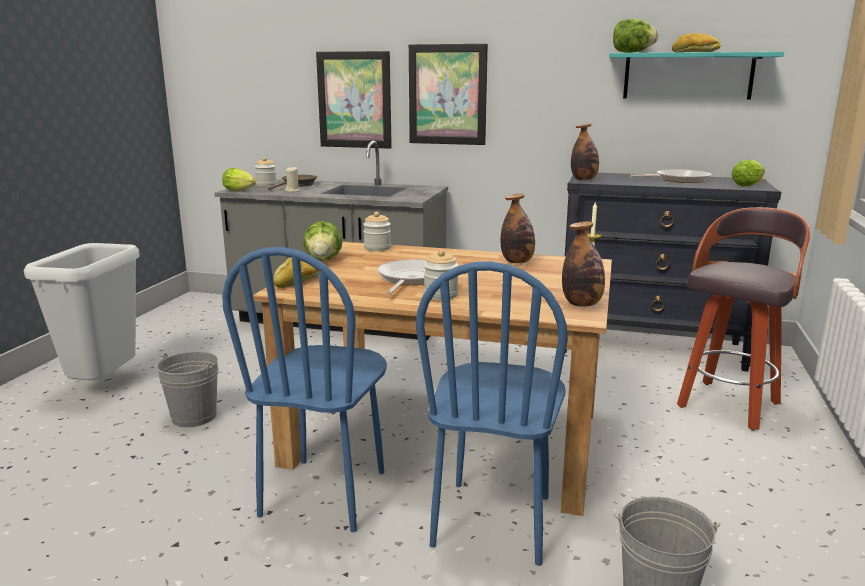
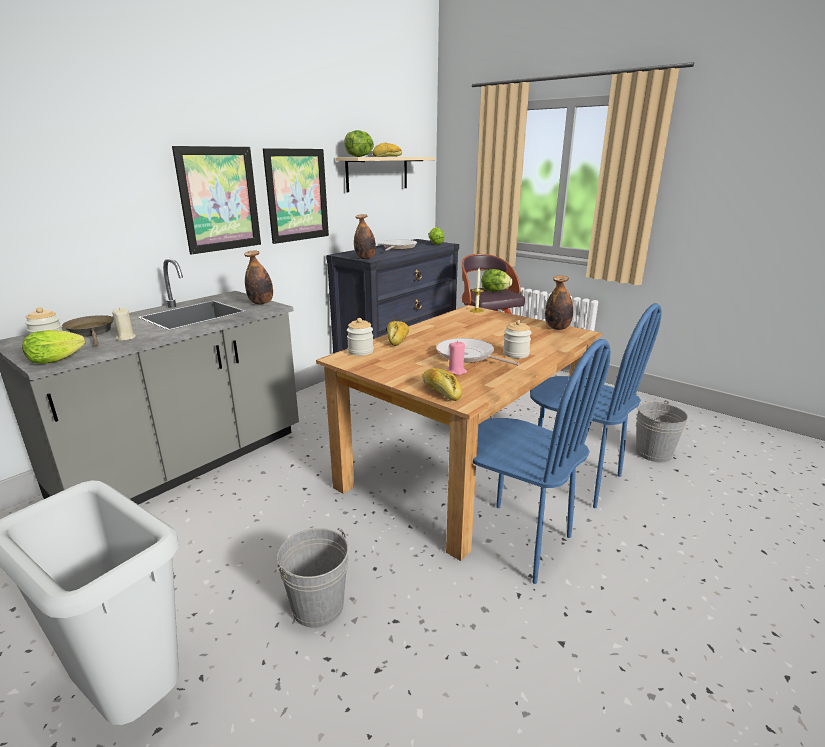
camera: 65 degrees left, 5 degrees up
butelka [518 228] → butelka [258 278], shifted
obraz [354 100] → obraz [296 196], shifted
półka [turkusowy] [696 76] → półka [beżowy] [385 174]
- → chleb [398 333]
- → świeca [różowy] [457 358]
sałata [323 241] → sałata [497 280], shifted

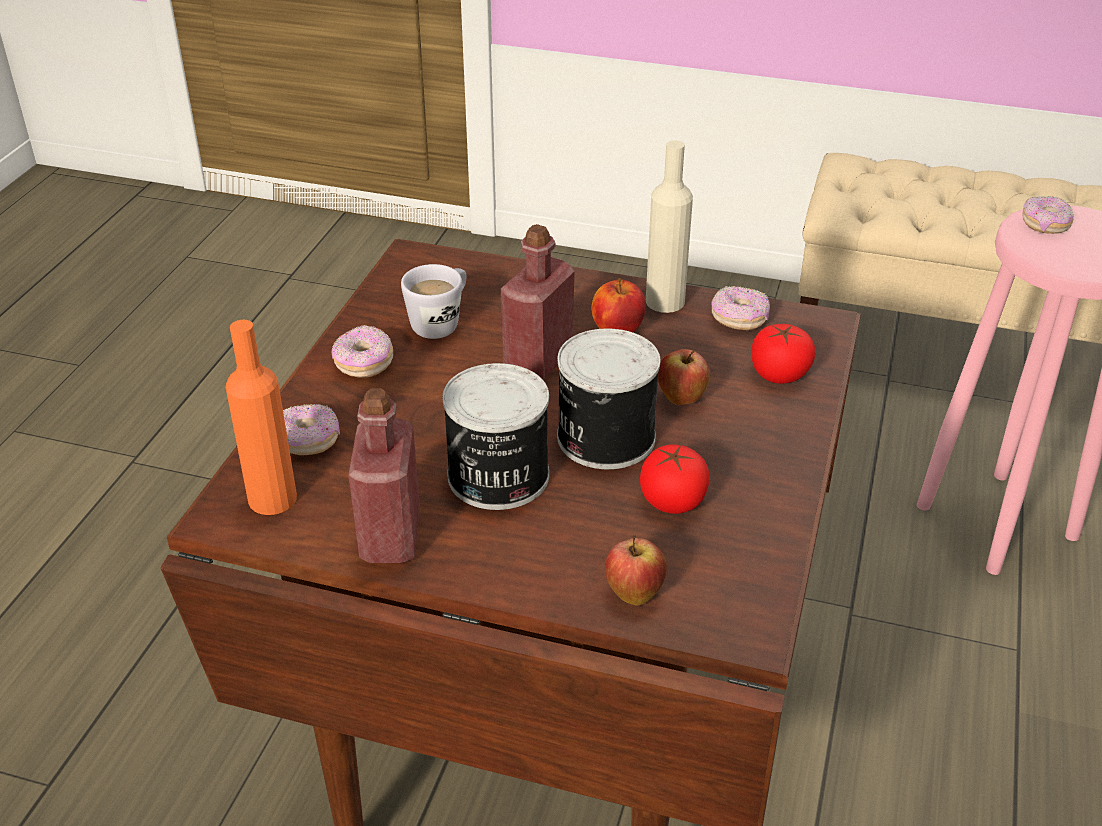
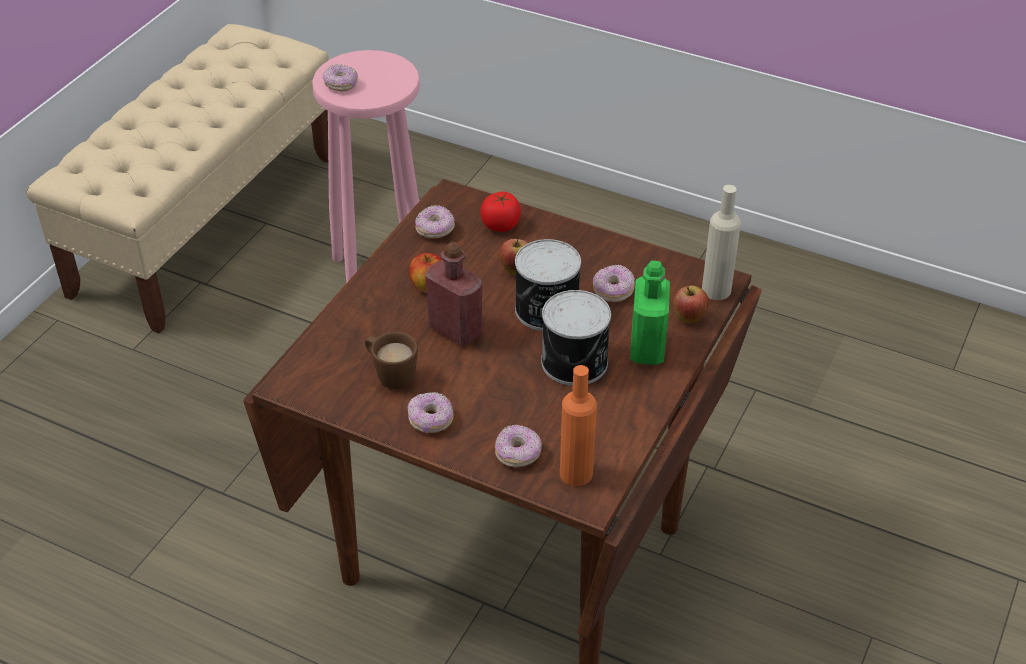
camera: 80 degrees left, 5 degrees up
kubek [biały] [434 301] → kubek [brązowy] [391 360]
pomidor [675 479] → donut [614 283]
- → butelka [zielony] [650 313]
butelka [beżowy] [669 226] → butelka [beżowy] [721 242], shifted
butelka [czerwony] [384 475] → -

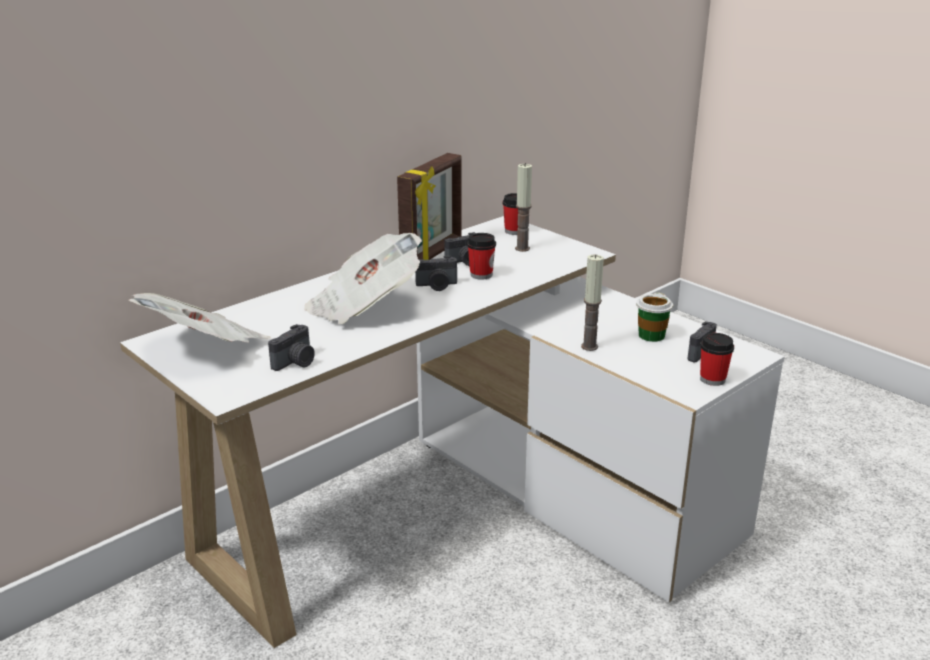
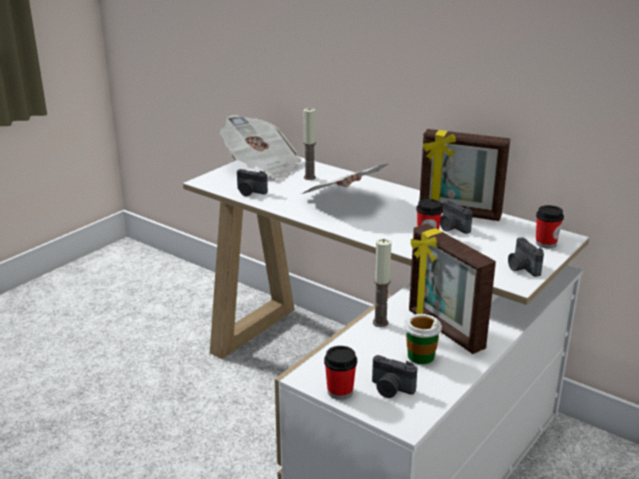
camera: 80 degrees right, 0 degrees up
świeca [523 207] → świeca [309 144], shifted
- → ramka na zdjęcie [452 289]
aparat fotograficzny [436 273] → aparat fotograficzny [526 257], shifted

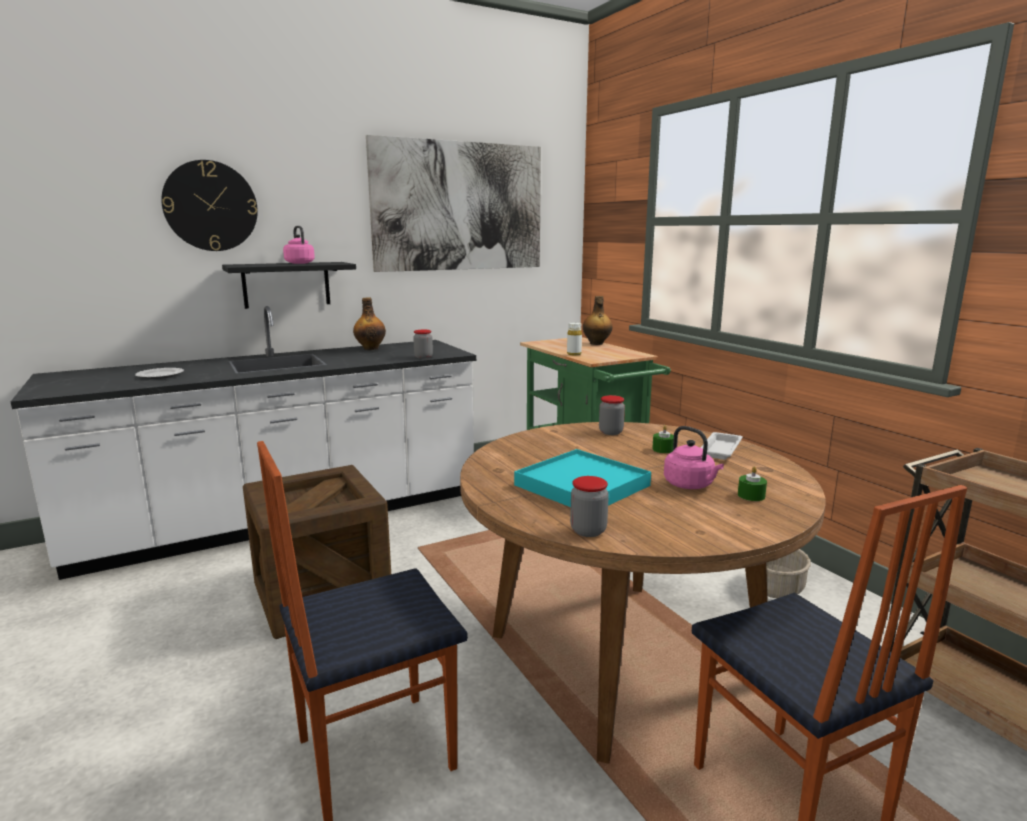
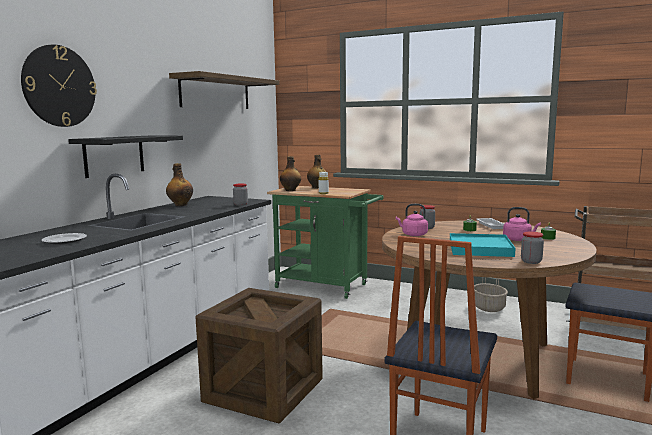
camera: 35 degrees left, 5 degrees down
obraz [453 203] → półka [224 90]
- → butelka [290 173]
czajnik [różowy] [299 245] → czajnik [różowy] [412 220], shifted

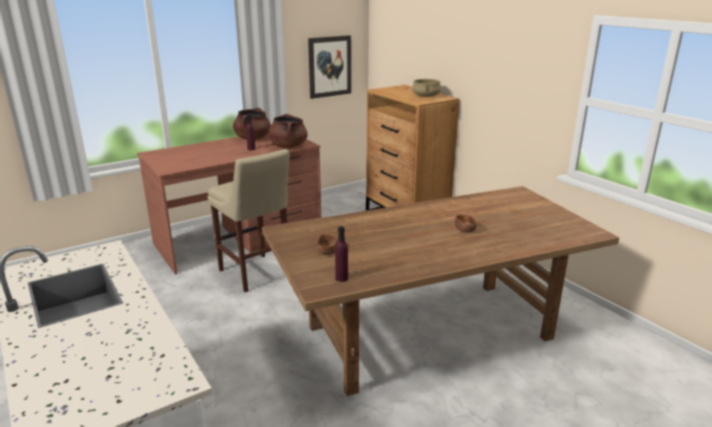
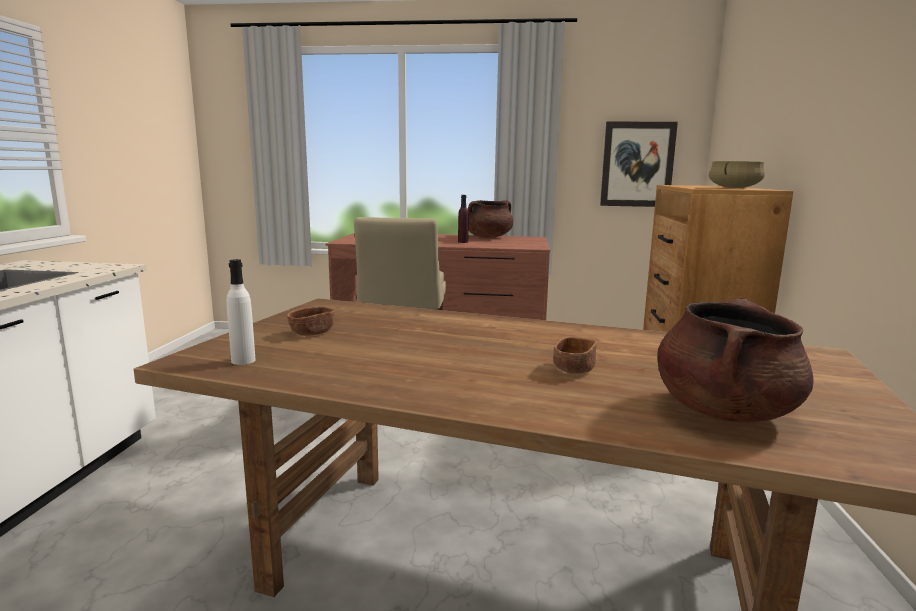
camera: 40 degrees right, 10 degrees down
butelka [fioletowy] [341 254] → butelka [biały] [241 312]
garnek [brązowy] [288 131] → garnek [brązowy] [735 360], shifted

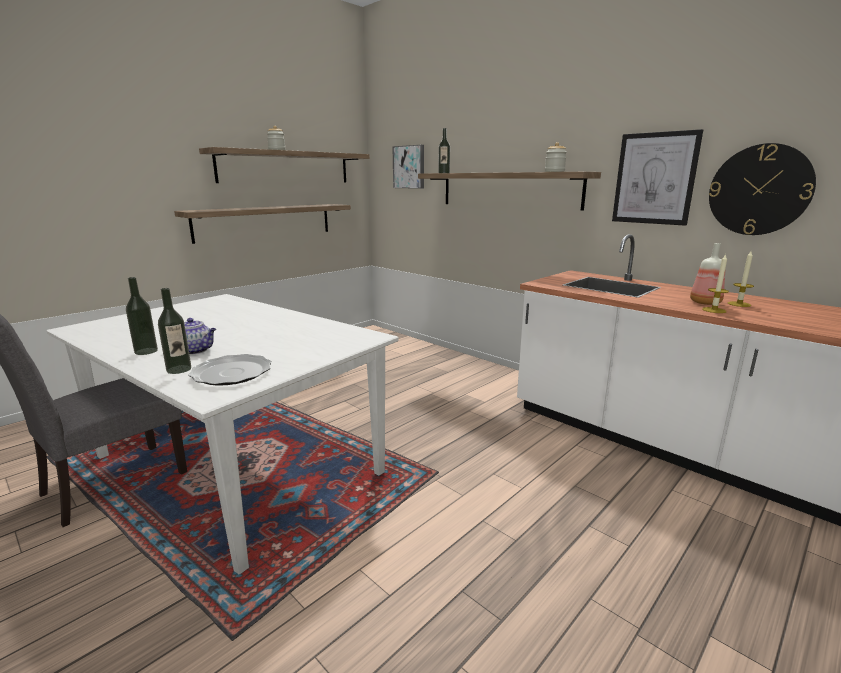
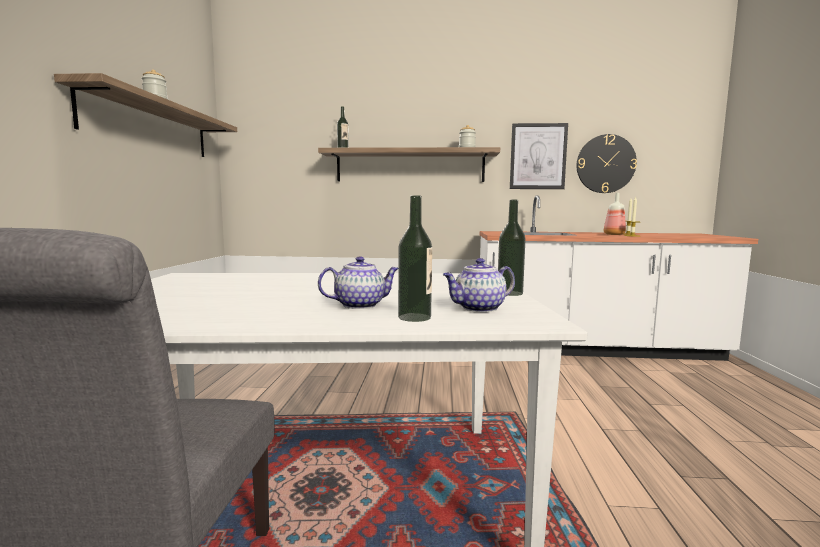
camera: 40 degrees left, 10 degrees down
talerz [230 370] → imbryk [479 285]
butelka [142 316] → butelka [512 248], shifted
półka [262 224] → -
obraz [408 167] → -

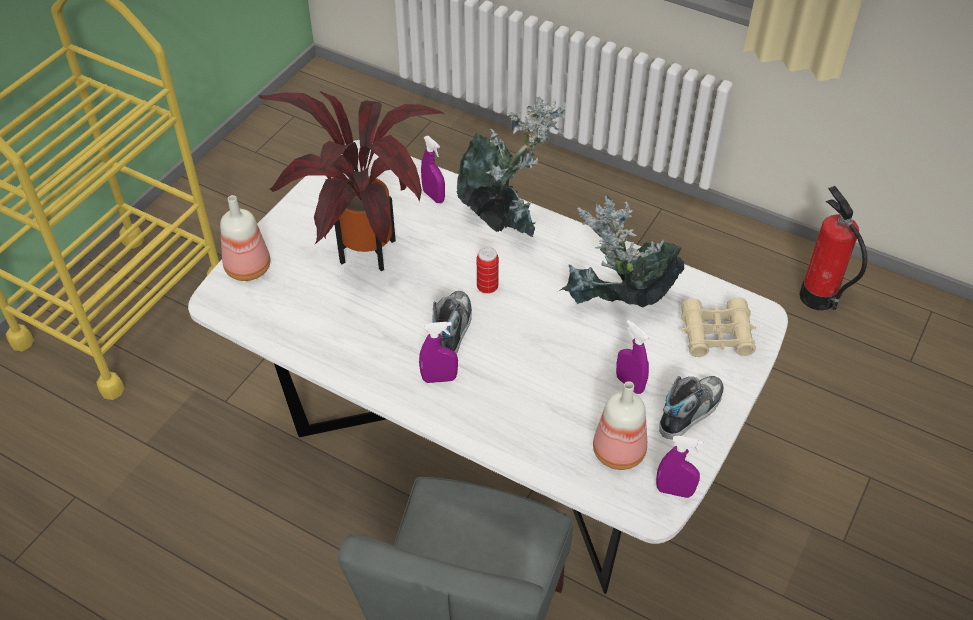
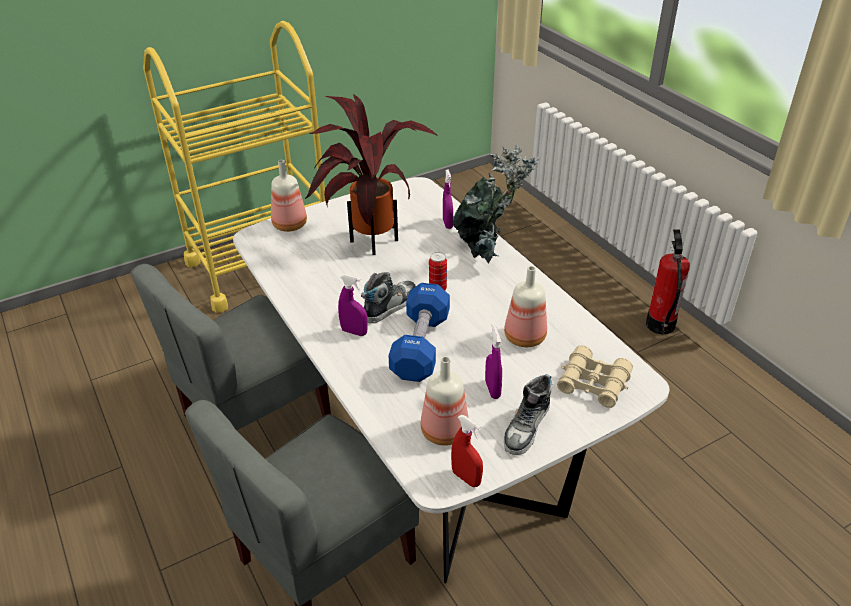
camera: 30 degrees right, 10 degrees down
- → krzesło [szary] [231 347]
- → hantel [niebieski] [419 332]
spryskiwacz [fioletowy] [679 467] → spryskiwacz [czerwony] [467 451]
roślina doniczkowa [621 251] → butelka [525 306]
but [691 407] → but [528 414], 135 degrees clockwise
gaśnica [833 248] → gaśnica [668 281], shifted

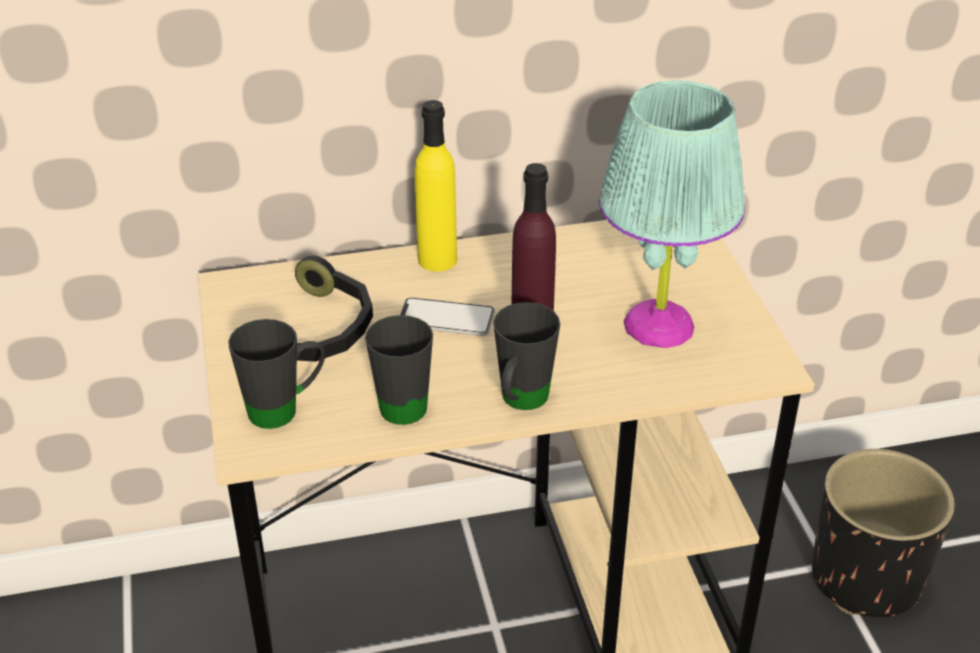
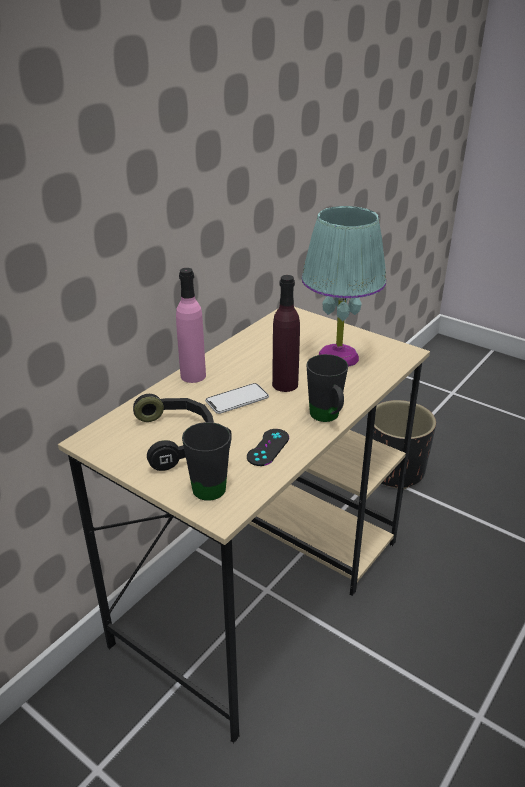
camera: 40 degrees left, 5 degrees down
butelka [żółty] [436 186] → butelka [różowy] [191 325]
kubek [czarny] [399 370] → pad do gier [czarny] [268 447]

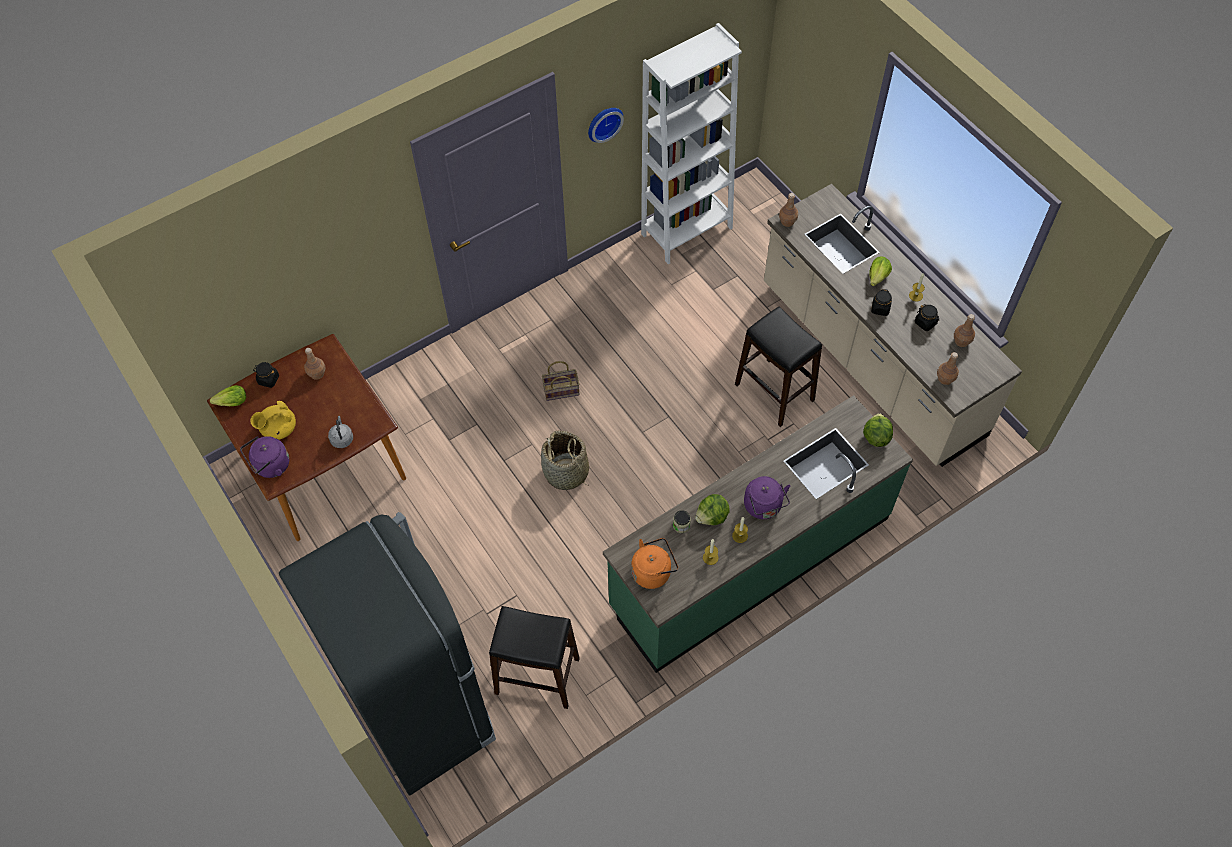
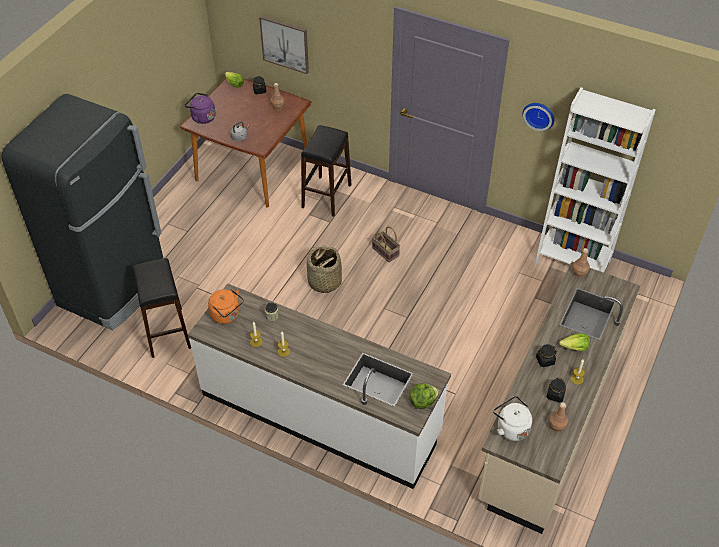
camera: 60 degrees right, 10 degrees down
zabudowa kuchenna [zielony] [758 534] → zabudowa kuchenna [biały] [319 386]
- → obraz [284 45]
stołek [czarny] [778 367] → stołek [czarny] [326 171], shifted
butelka [brązowy] [948 368] → czajnik [biały] [512 418]
imbryk [żółty] [273 420] → -
sałata [712 509] → -
czajnik [fioletowy] [767 497] → -

